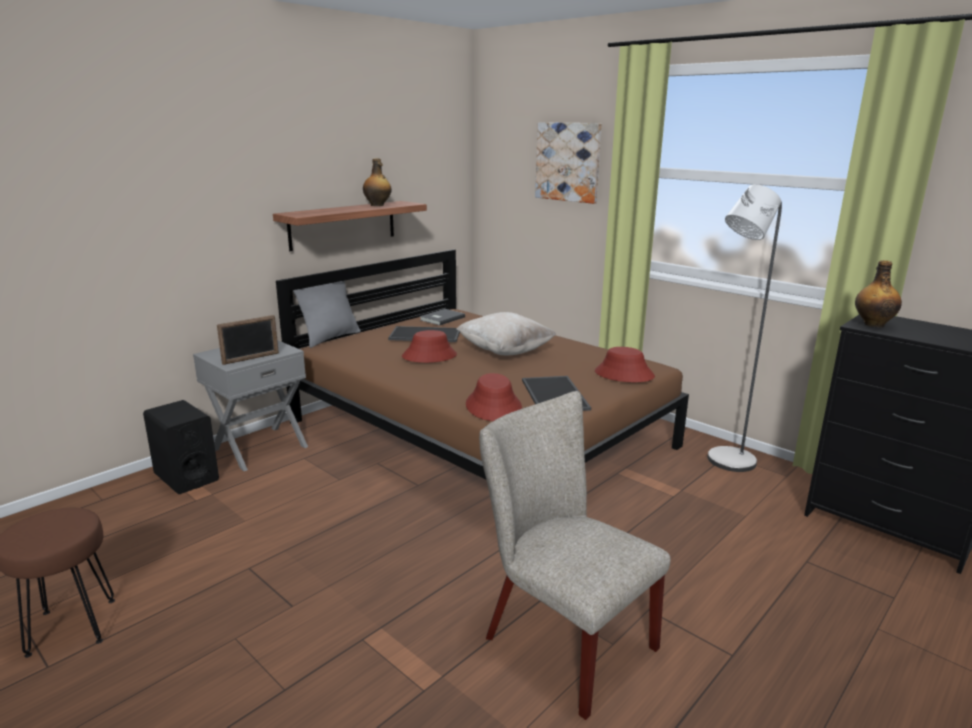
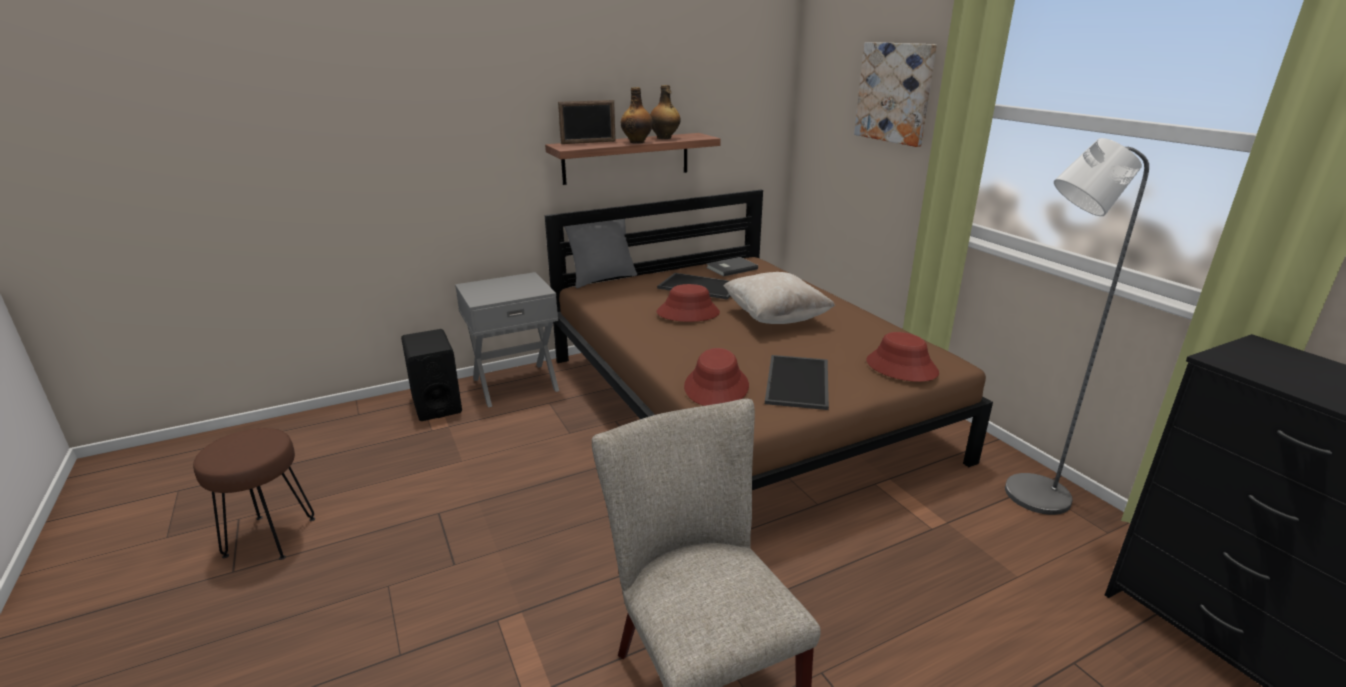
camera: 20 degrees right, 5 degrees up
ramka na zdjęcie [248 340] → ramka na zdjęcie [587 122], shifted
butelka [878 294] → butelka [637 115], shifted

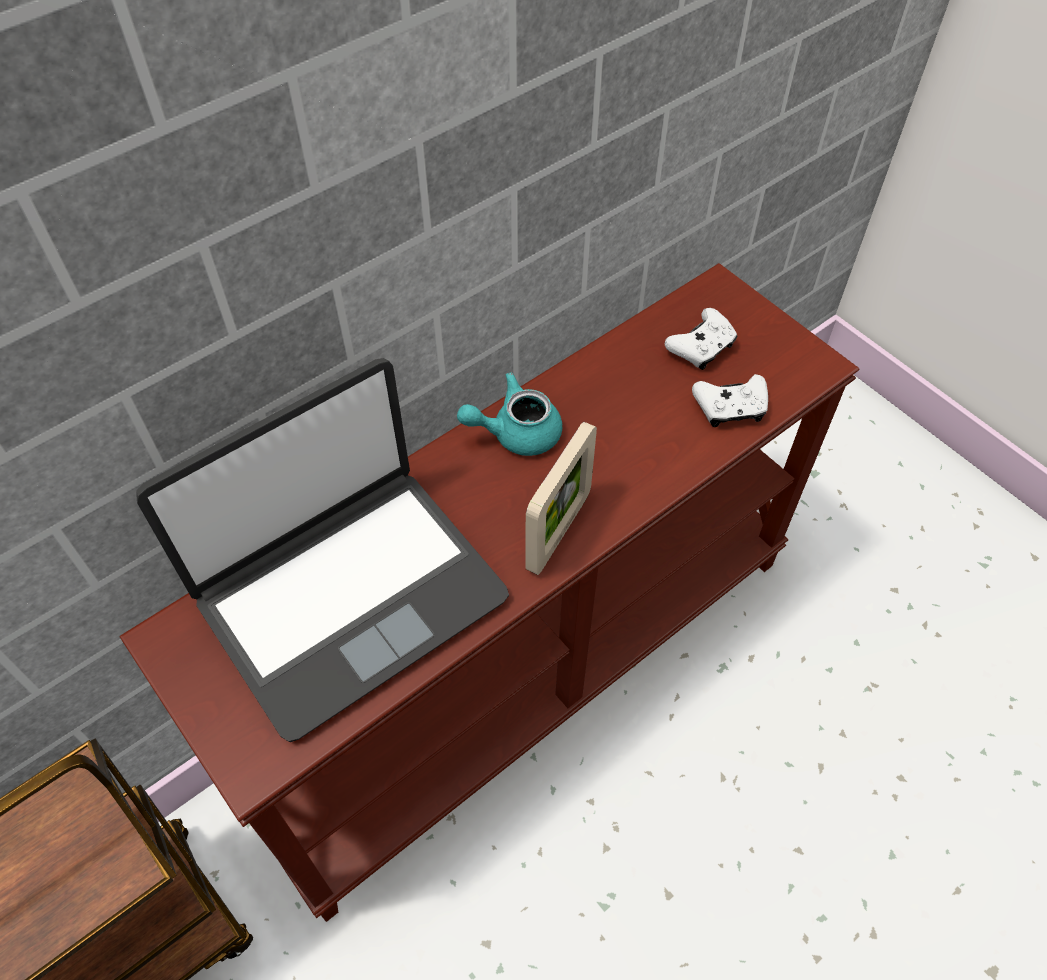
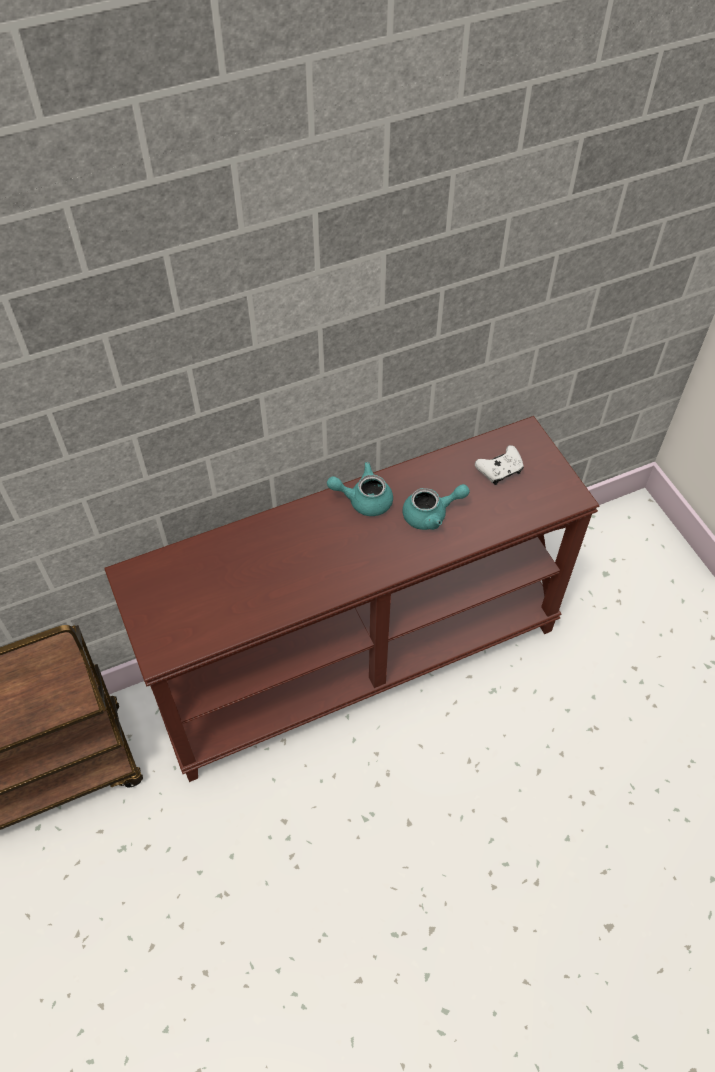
camera: 15 degrees right, 0 degrees up
- → imbryk [turkusowy] [436 507]
laptop [322 550] → -
ramka na zdjęcie [561 498] → -
pad do gier [biały] [730 400] → -

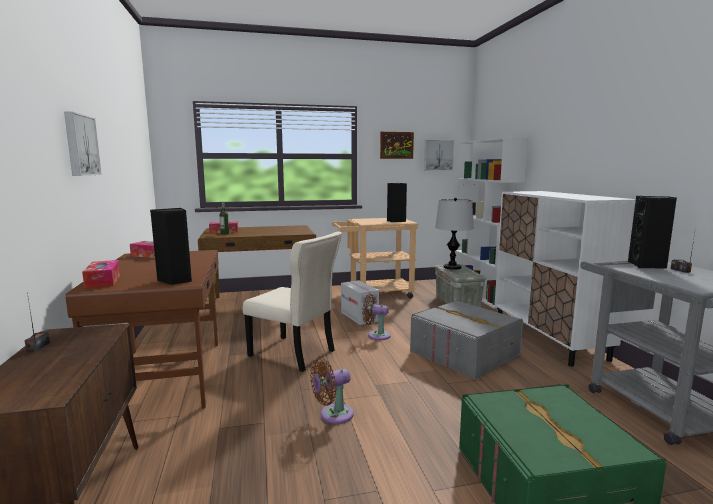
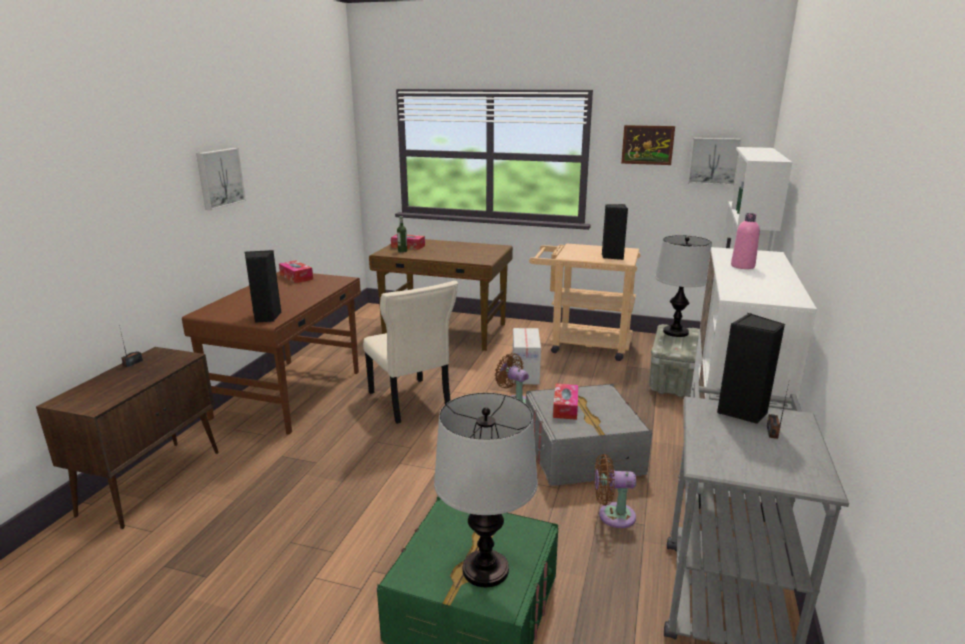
camera: 30 degrees right, 10 degrees up
- → lampa stołowa [486 490]
pudełko chusteczek [101 274] → pudełko chusteczek [565 401], shifted
wentylator [brązowy] [332 391] → wentylator [brązowy] [615 491], shifted
- → butelka [różowy] [745 241]

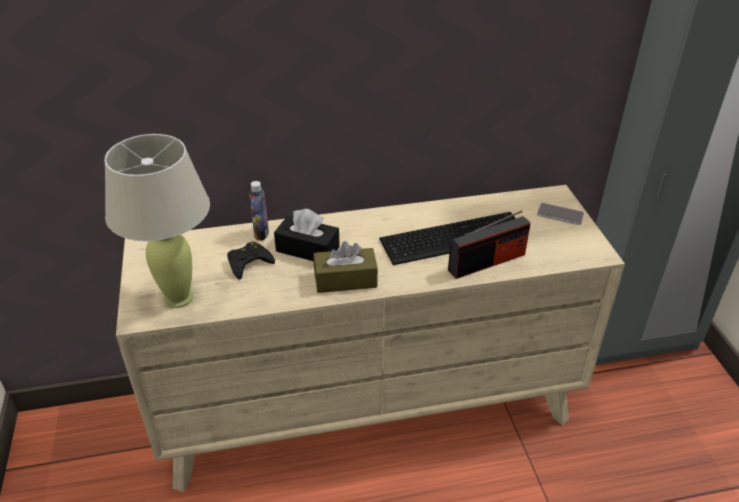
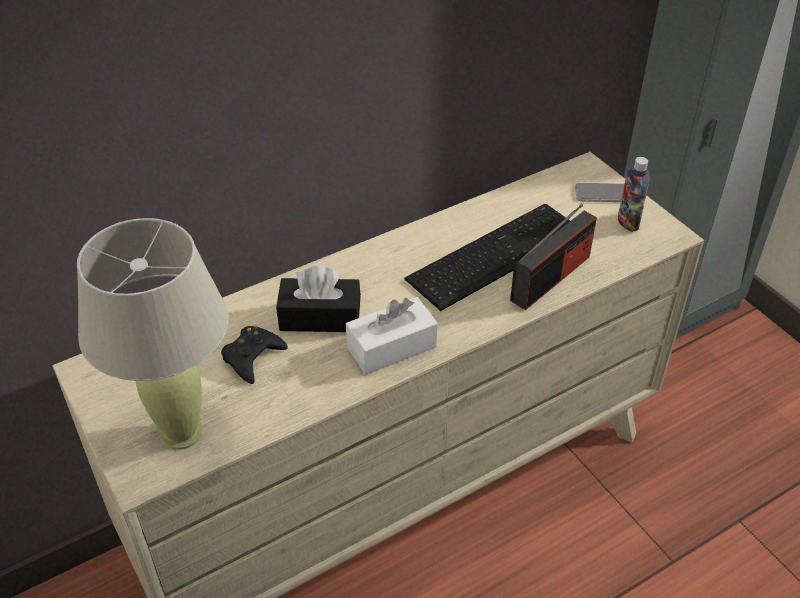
camera: 20 degrees left, 5 degrees up
pudełko chusteczek [brązowy] [346 267] → pudełko chusteczek [biały] [392 336]
butelka [259 210] → butelka [634 194], shifted

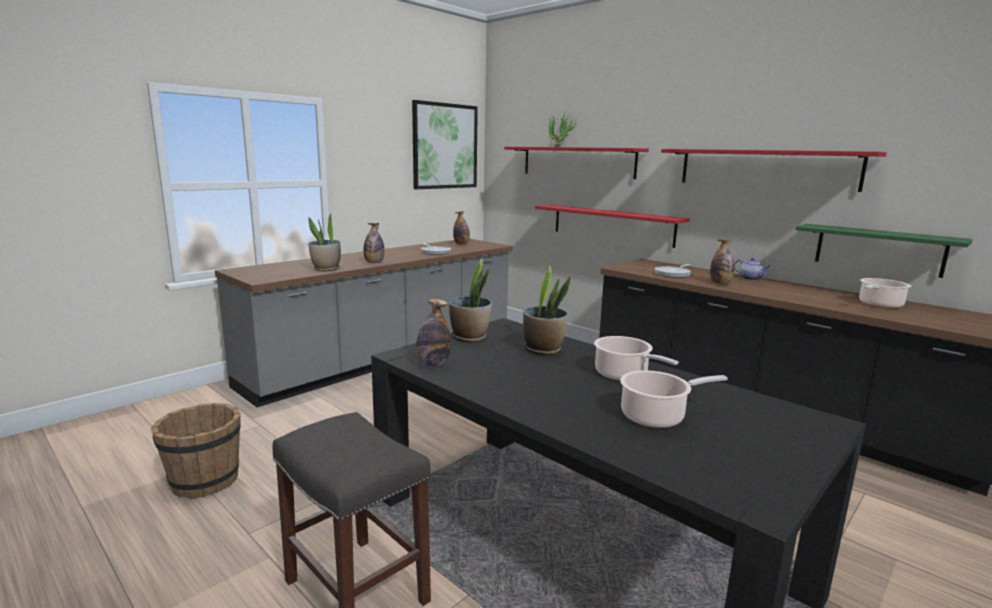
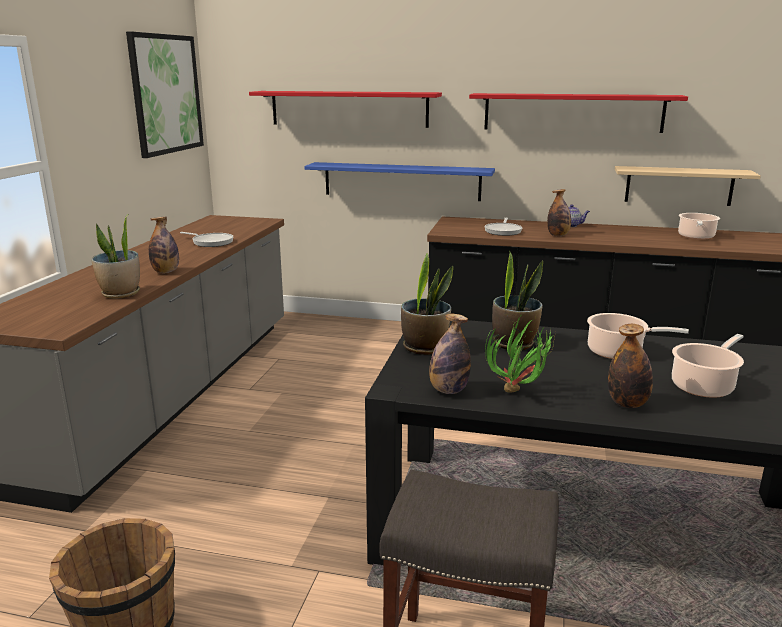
camera: 30 degrees left, 5 degrees up
półka [czerwony] [612 226] → półka [niebieski] [399 181]
roślina doniczkowa [563 129] → roślina doniczkowa [520 354], shifted
butelka [461 227] → butelka [630 366], shifted
półka [zielony] [884 251] → półka [beżowy] [688 186]

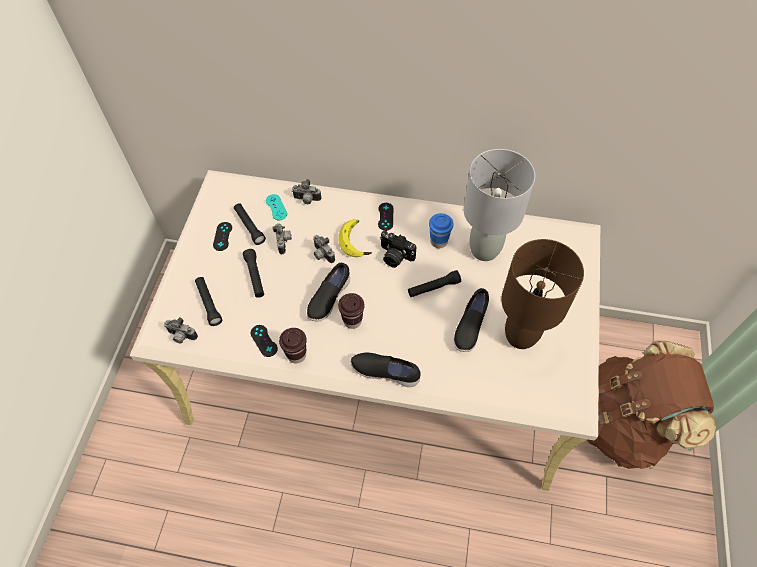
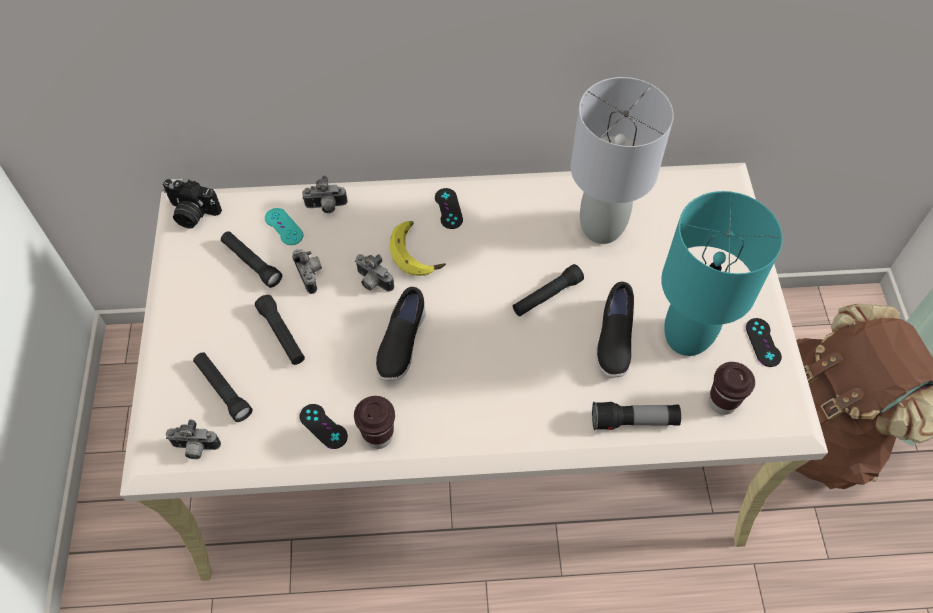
camera: 15 degrees left, 0 degrees up
aparat fotograficzny [398 249] → aparat fotograficzny [192 203], shifted
- → latarka [636 416]
lampa stołowa [brązowy] [542 294] → lampa stołowa [turkusowy] [722 273]
filiżanka [brązowy] [351 311] → filiżanka [brązowy] [732 388], shifted
pad do gier [czarny] [222 236] → pad do gier [czarny] [764 342], shifted
but [czarny] [385 370] → -
filiżanka [niebieski] [441 230] → -

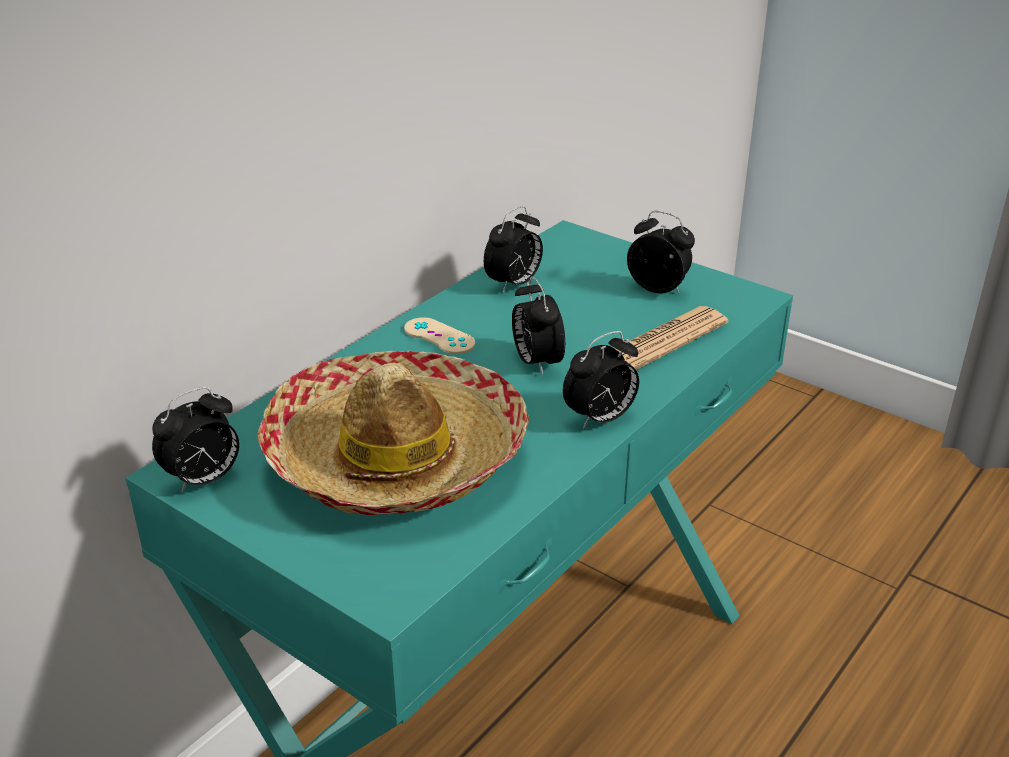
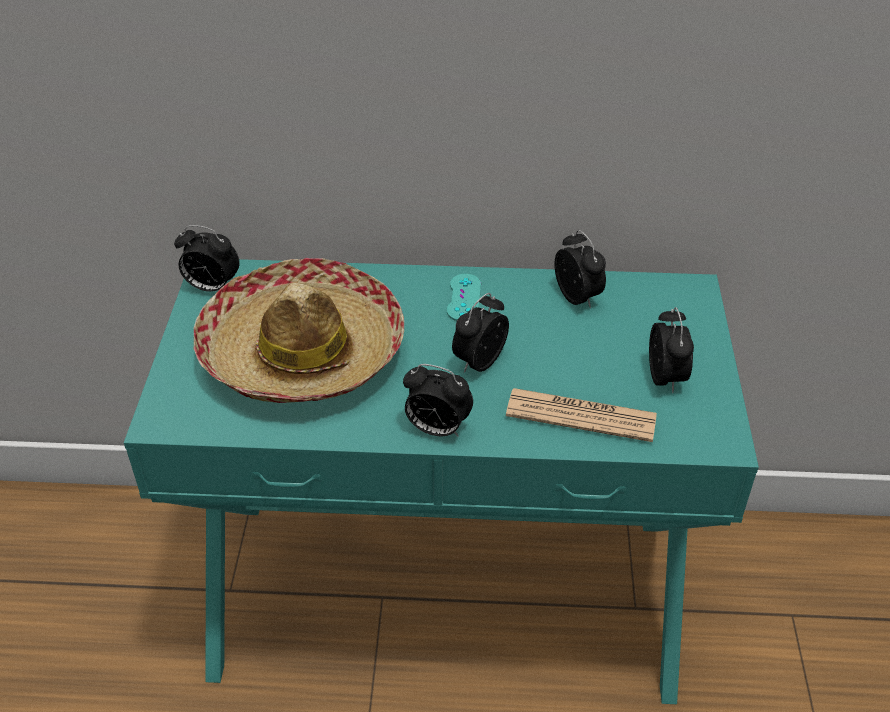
camera: 55 degrees right, 10 degrees up
pad do gier [beżowy] [440 335] → pad do gier [turkusowy] [464 297]
budzik [513 249] → budzik [580 269], 120 degrees counterclockwise

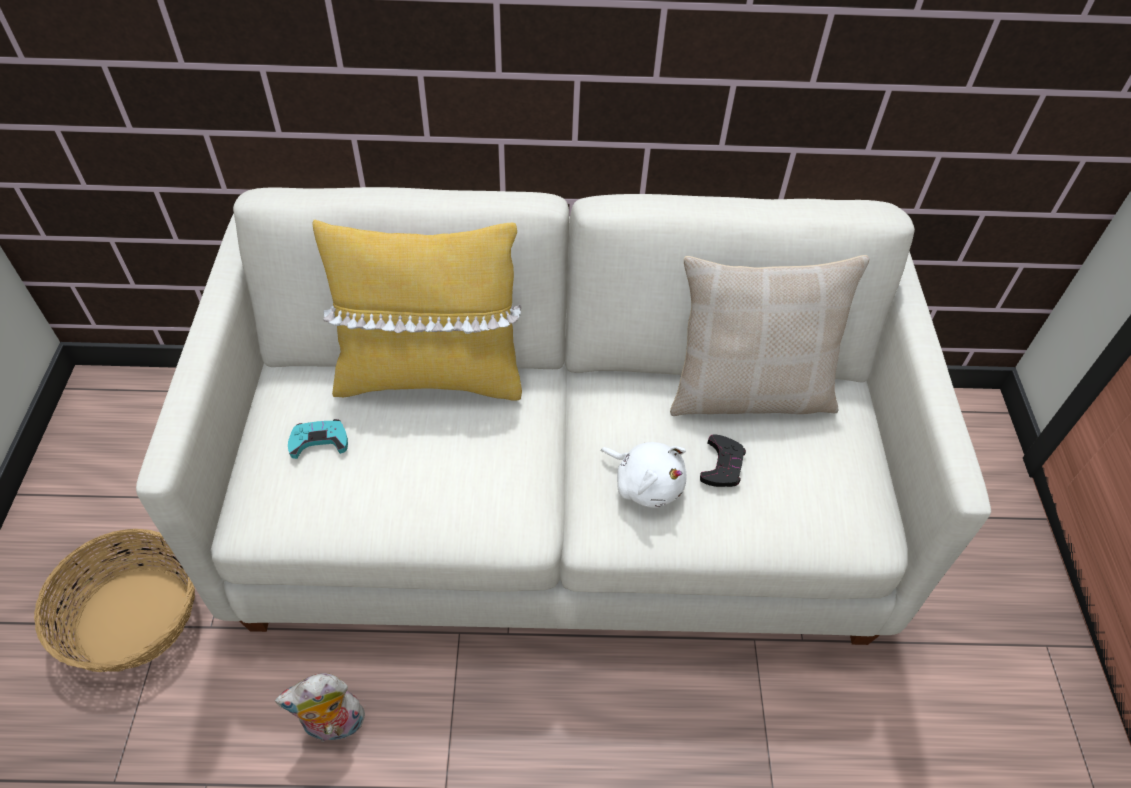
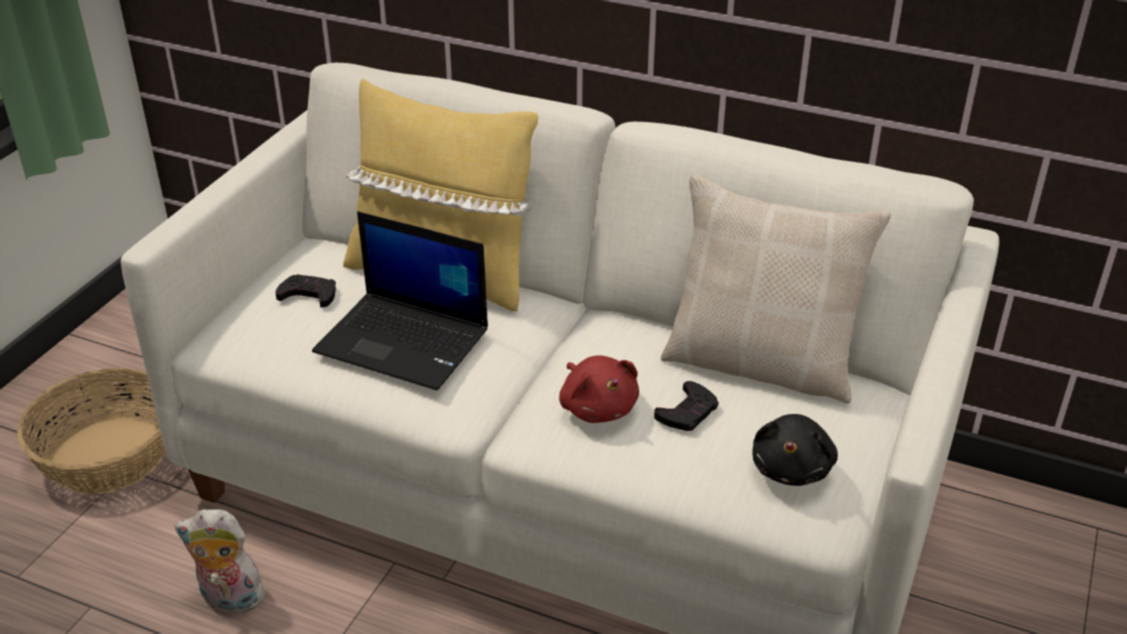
camera: 25 degrees right, 15 degrees down
pad do gier [turkusowy] [318 439] → pad do gier [czarny] [305 291]
- → laptop [400 300]
pluszak [biały] [643 475] → pluszak [czerwony] [599 389]
- → pluszak [czarny] [795 450]

